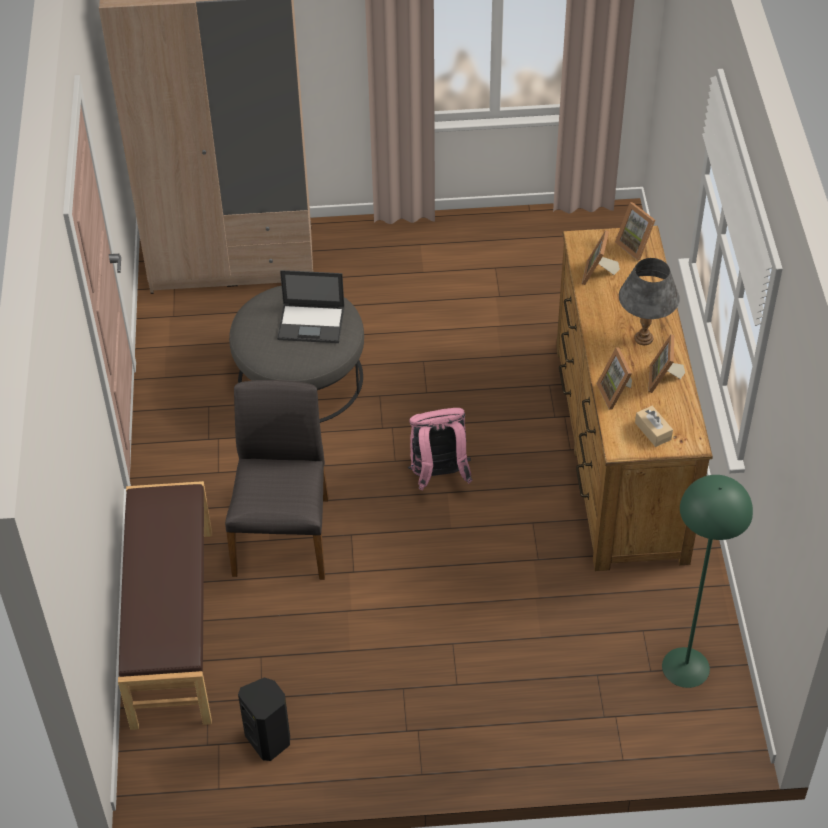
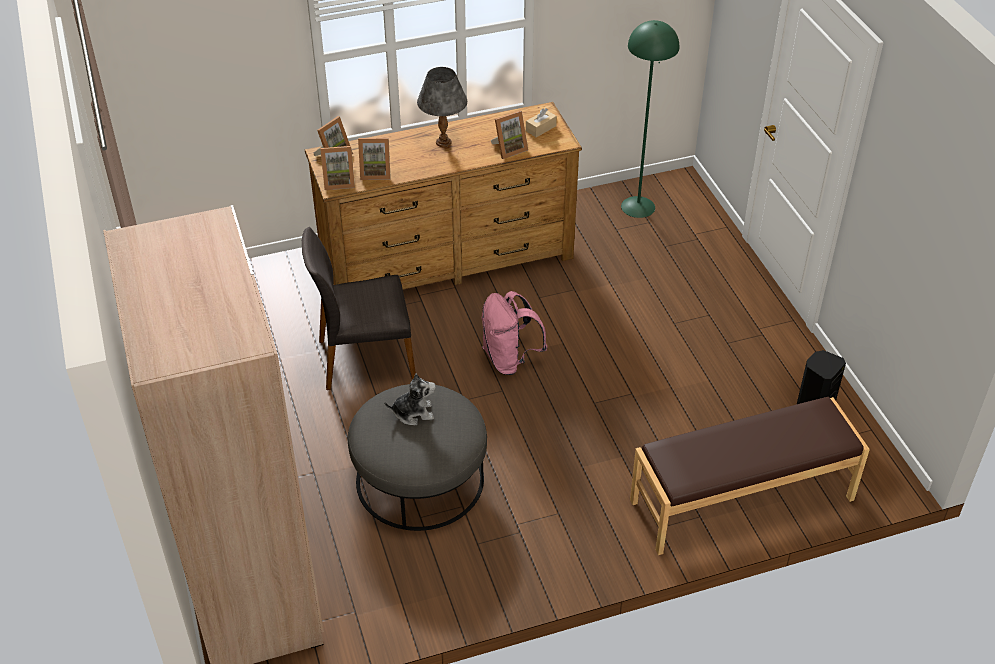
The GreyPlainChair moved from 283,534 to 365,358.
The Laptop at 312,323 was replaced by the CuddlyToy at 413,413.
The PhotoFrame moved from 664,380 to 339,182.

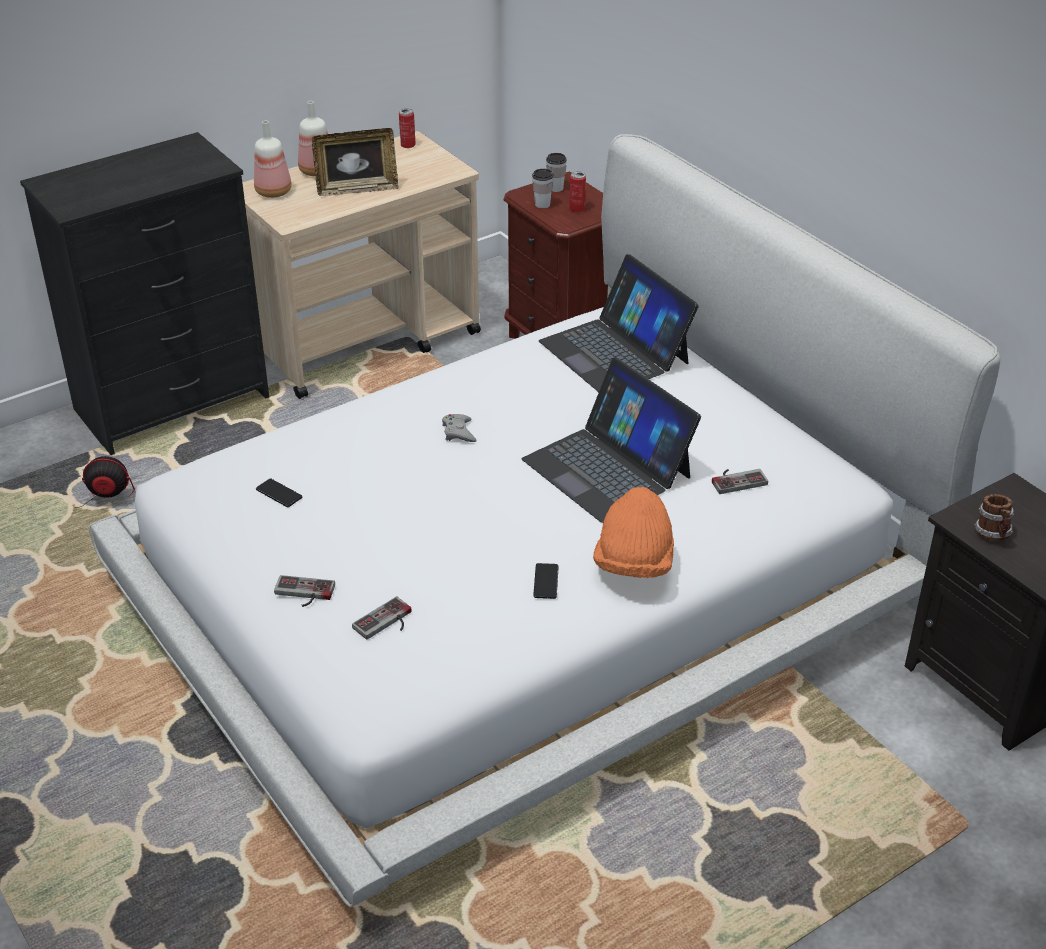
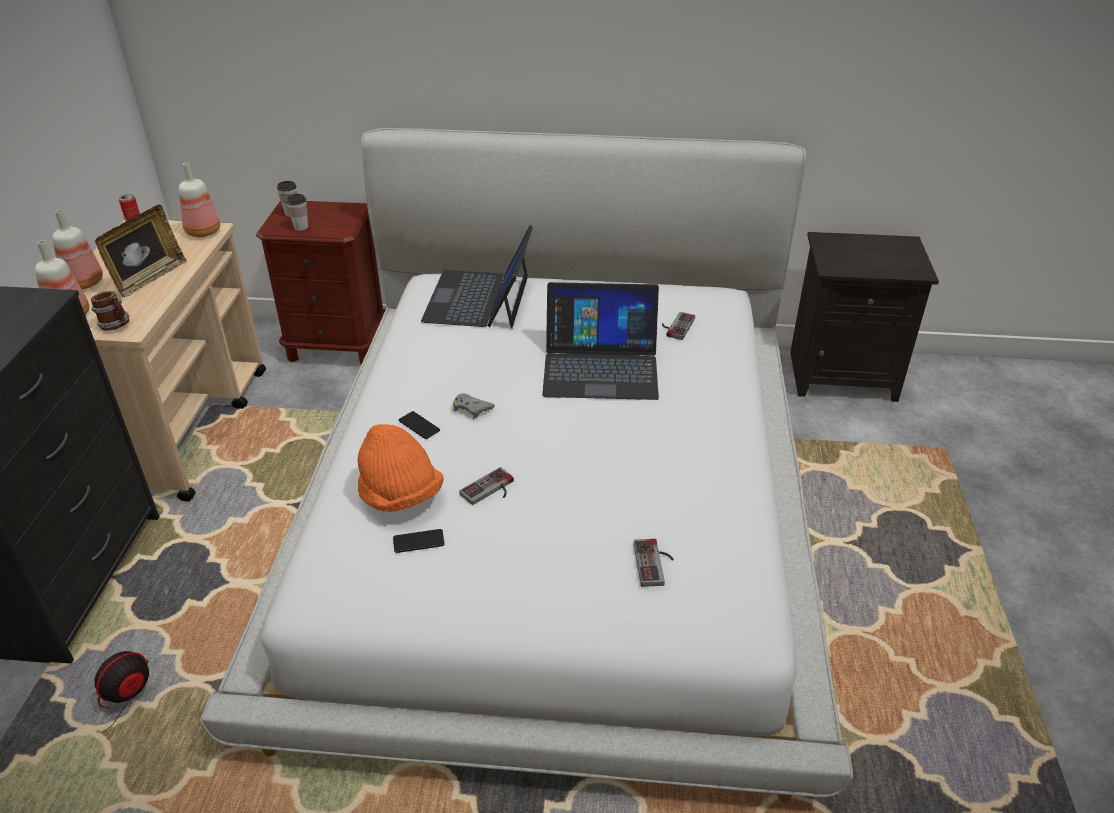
The GameController moved from 303,594 to 490,491.
The Handset moved from 546,581 to 419,425.
The Laptop at 615,352 turned 90 degrees clockwise.
The MetalCan at 577,209 disappeared.
The OrangeColouredClothingHat moved from 634,564 to 400,495.
The TeaMug moved from 993,535 to 116,326.
The DrinkBottle at 202,232 appeared.

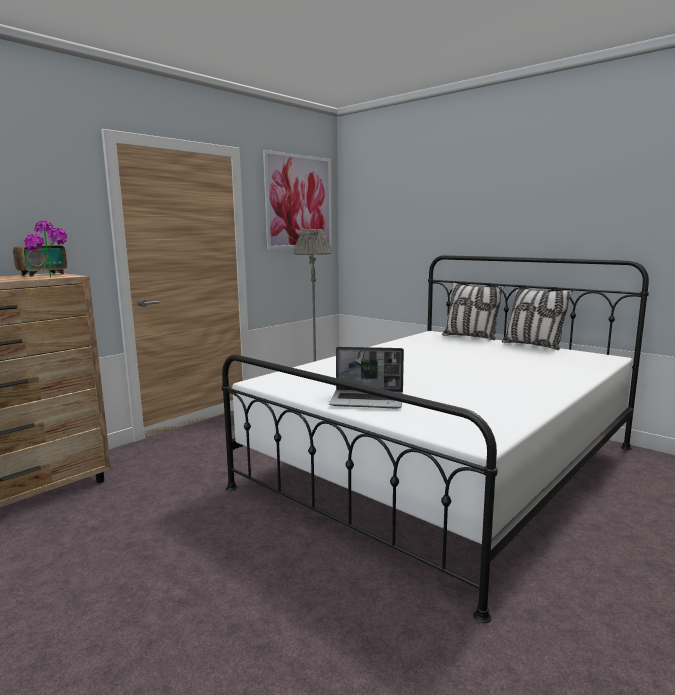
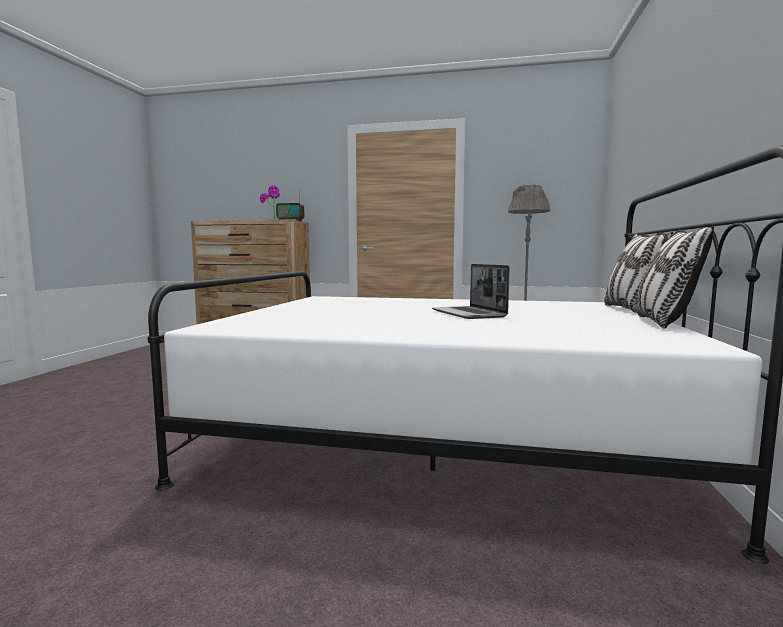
The Picture at 299,202 disappeared.
The Laptop moved from 368,400 to 469,314.

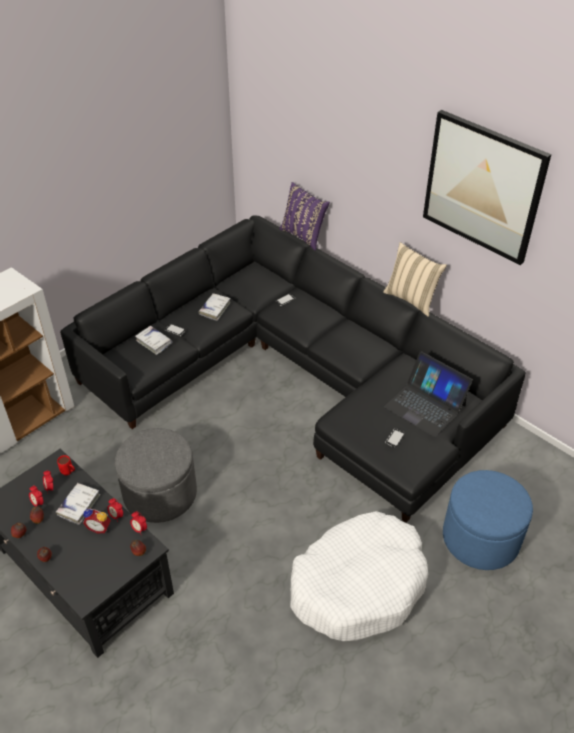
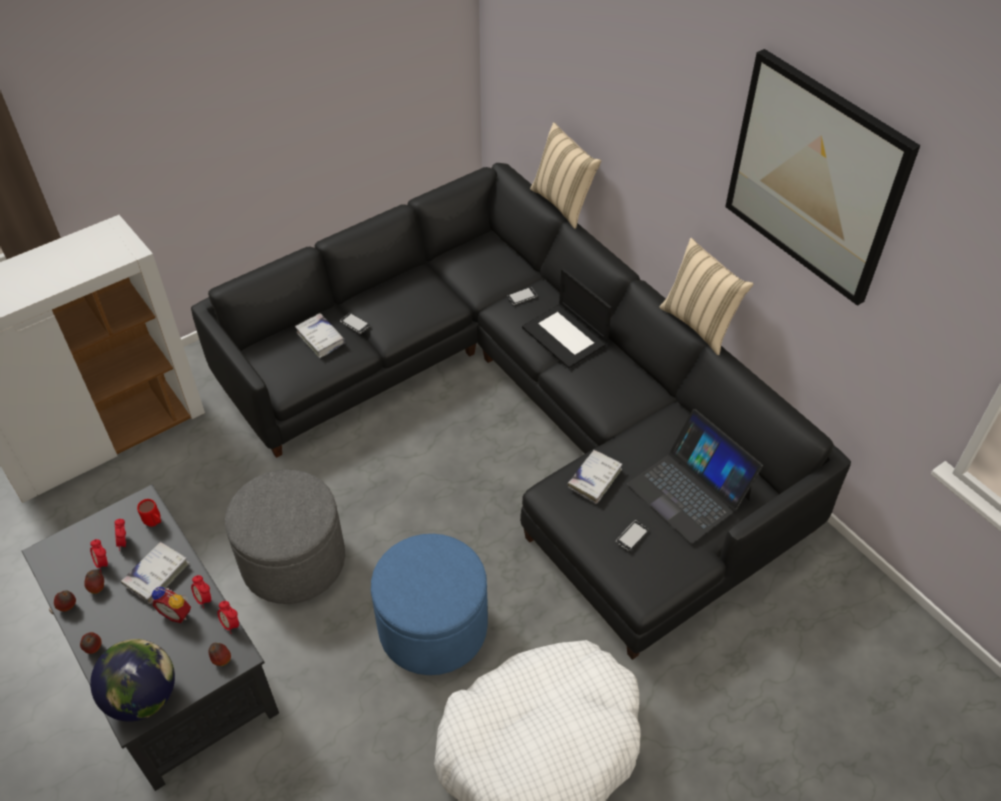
The WhitishBook moved from 215,309 to 594,479.
The PurpleColouredPillow at 304,236 became the SandColouredPillow at 563,203.
The BluishPouffe moved from 480,538 to 433,627.
The Globe at 143,696 appeared.
The Laptop at 566,336 appeared.

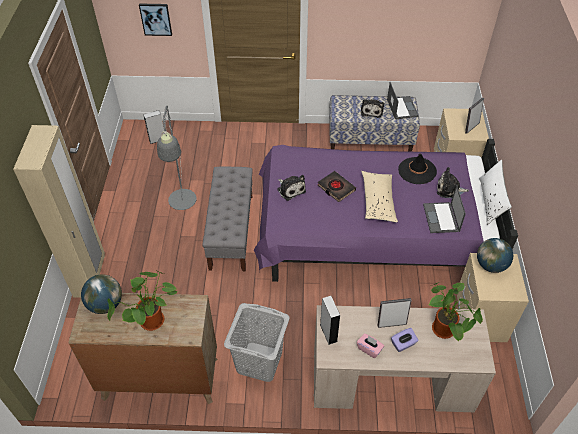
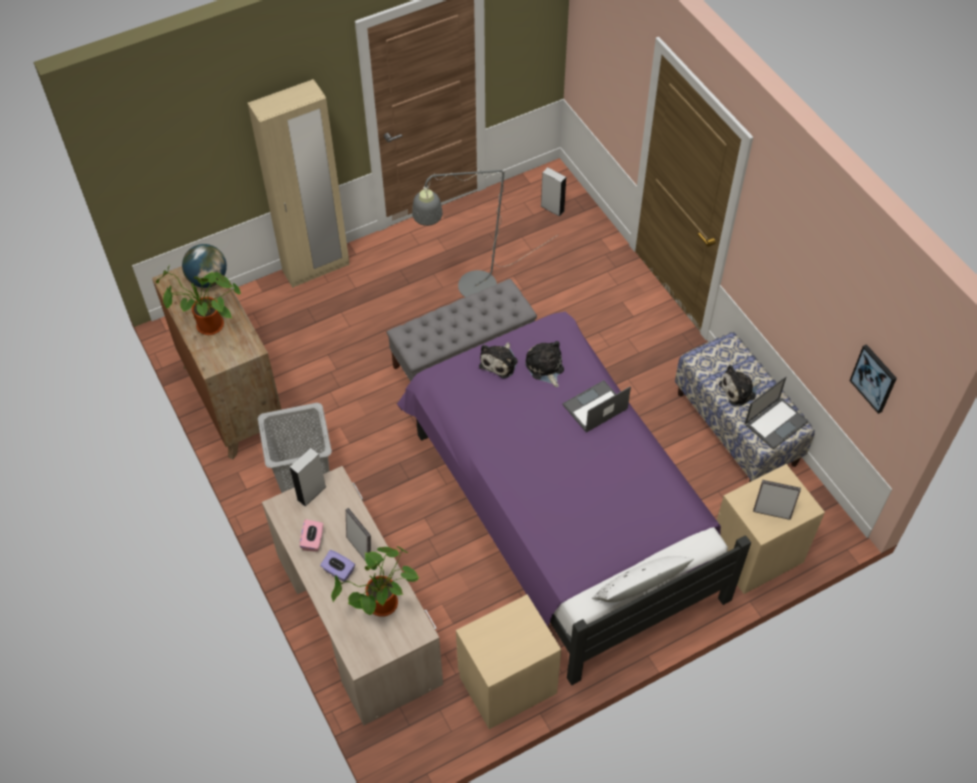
The Picture moved from 156,19 to 874,378.
The BlackBook at 336,188 disappeared.
The SandColouredPillow at 378,201 disappeared.
The BlackClothingHat at 417,171 disappeared.
The Laptop moved from 441,218 to 594,407.
The CuddlyToy moved from 449,189 to 545,368.
The Globe at 491,265 disappeared.

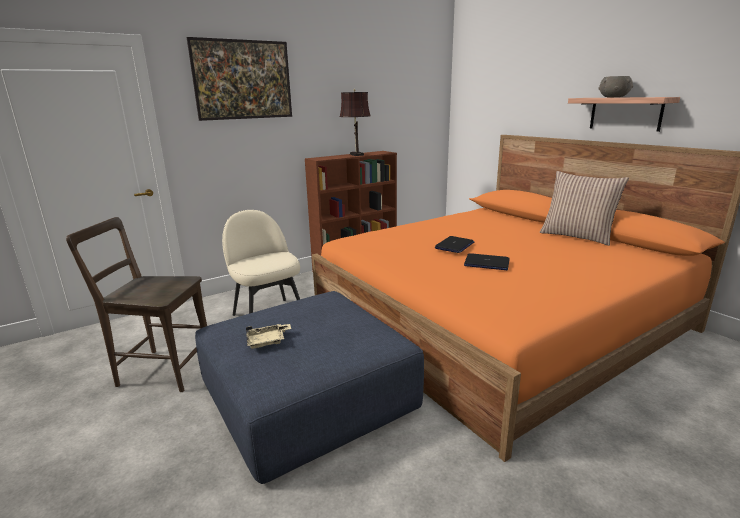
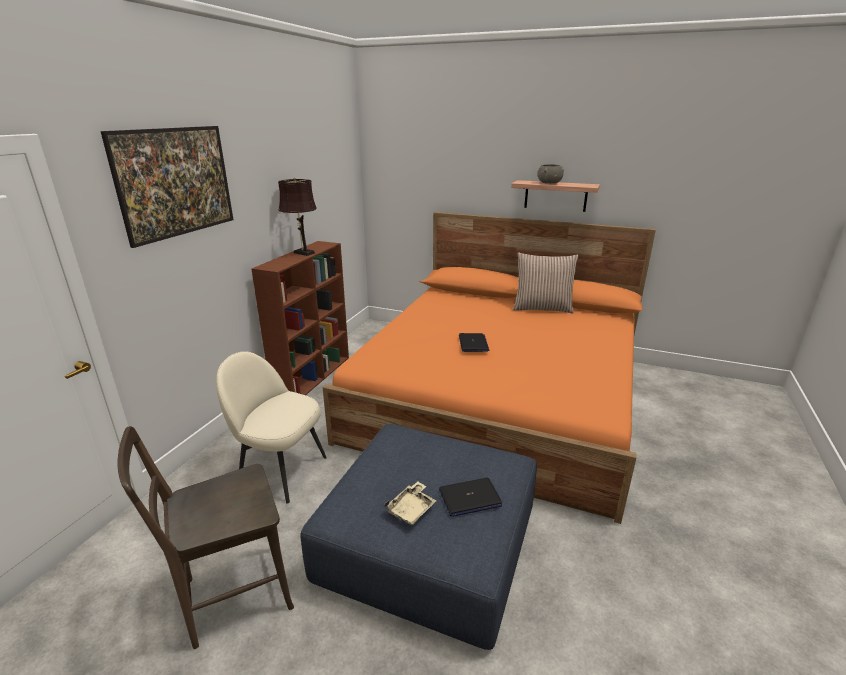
The Laptop moved from 486,263 to 469,498.

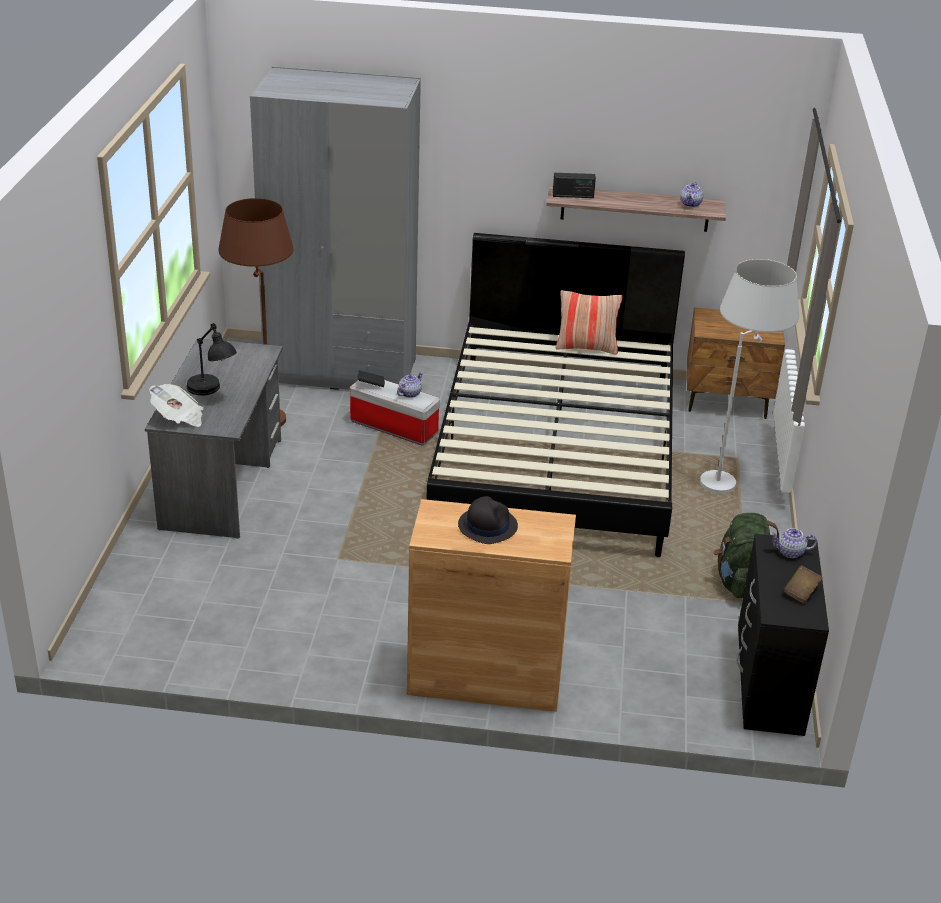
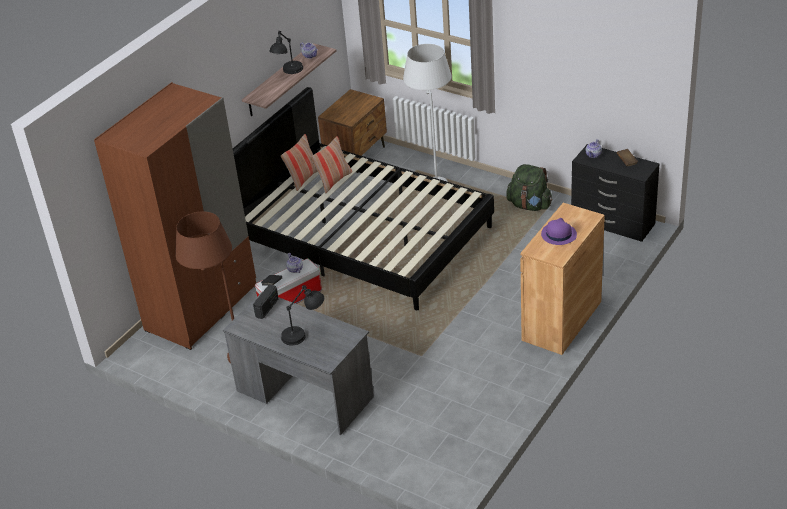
The DailyPaper at 178,418 disappeared.
The GreyWardrobe at 341,371 became the BrownColouredWardrobe at 202,308.
The BlackClothingHat at 487,525 became the PurpleColouredClothingHat at 558,234.
The RadioSet moved from 573,195 to 267,308.
The BlackTableLamp at 288,73 appeared.
The Pillow at 334,181 appeared.

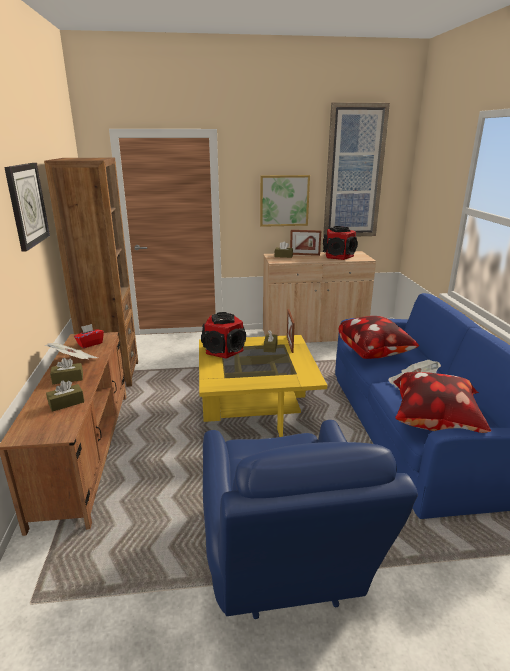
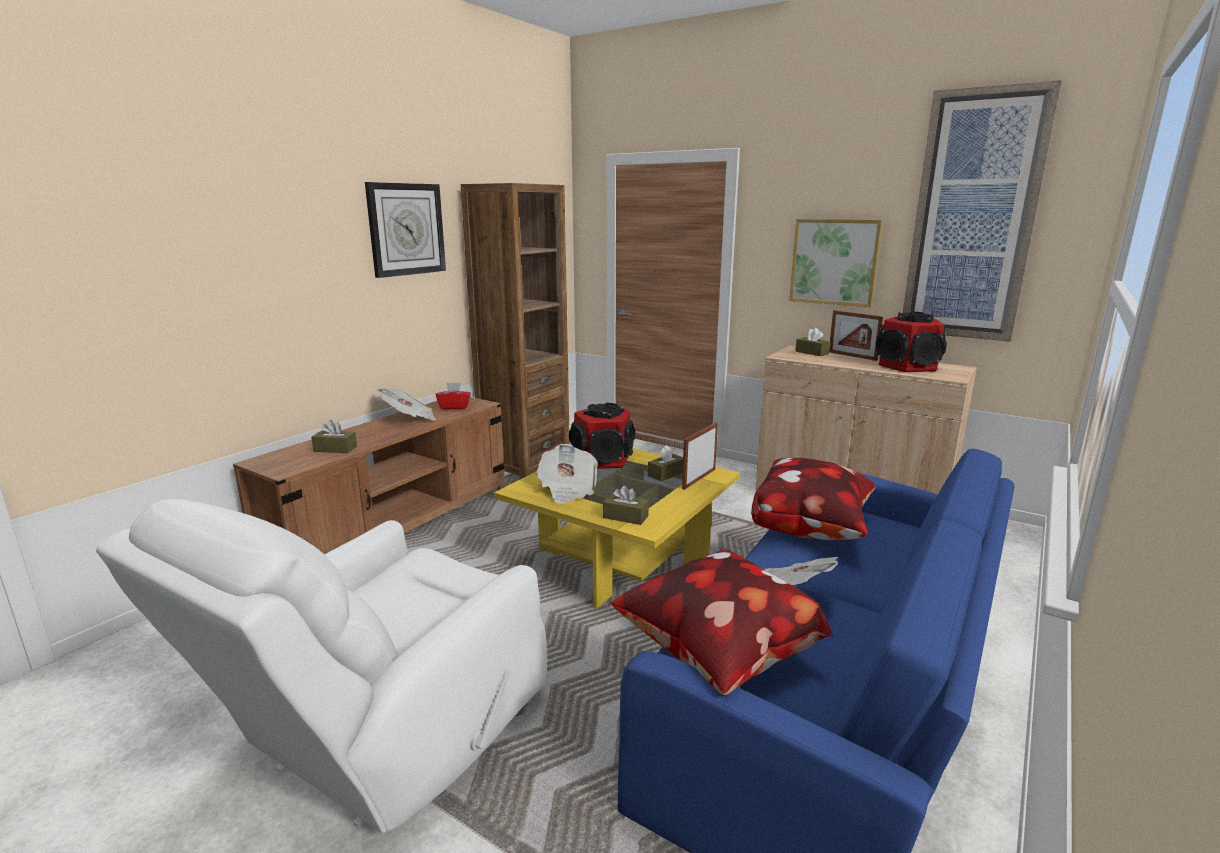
The BrownColouredTissueBox moved from 68,379 to 625,517.
The BluishLoungeChair at 284,564 became the WhitishLoungeChair at 383,741.
The DailyPaper at 567,490 appeared.

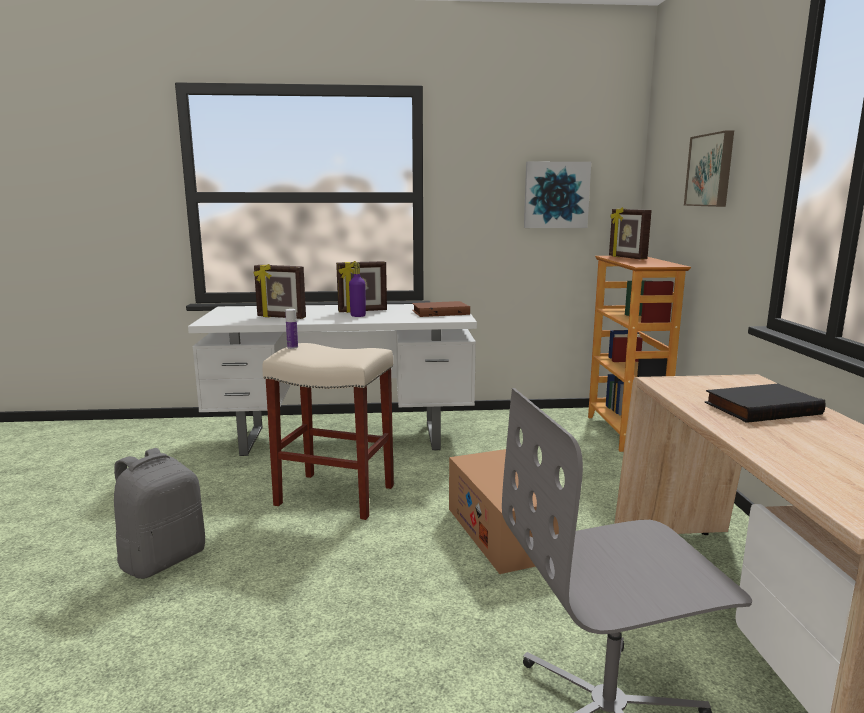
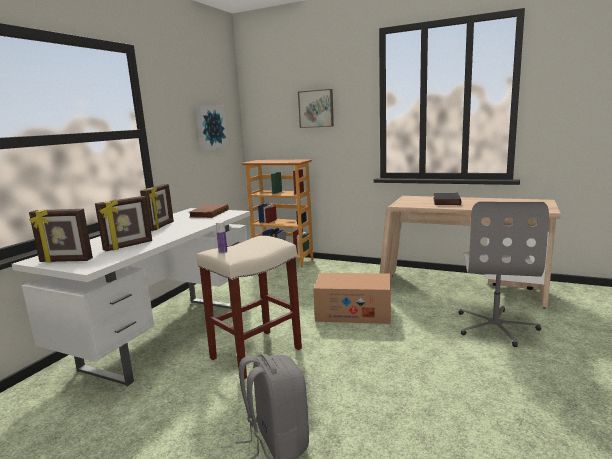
The PurpleColouredDrinkBottle at 358,316 disappeared.
The PhotoFrame moved from 626,258 to 65,261.

